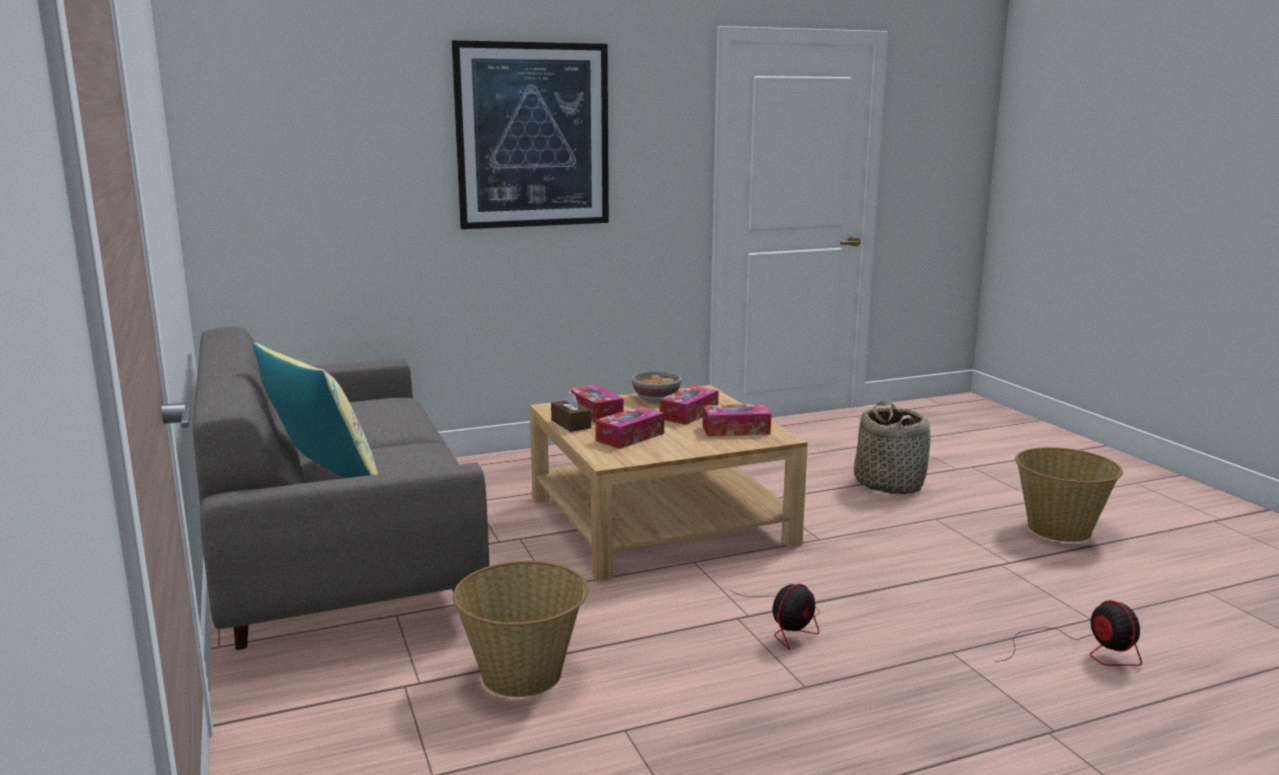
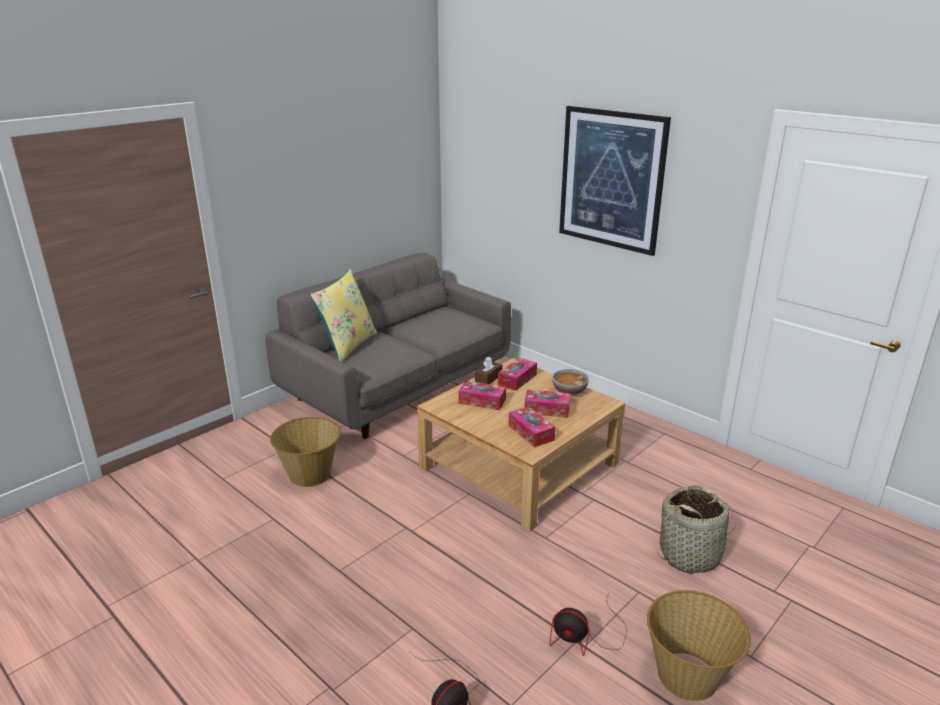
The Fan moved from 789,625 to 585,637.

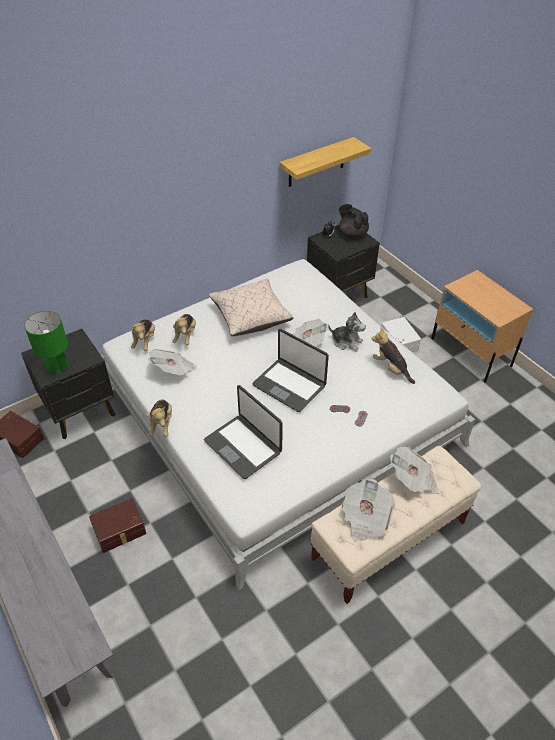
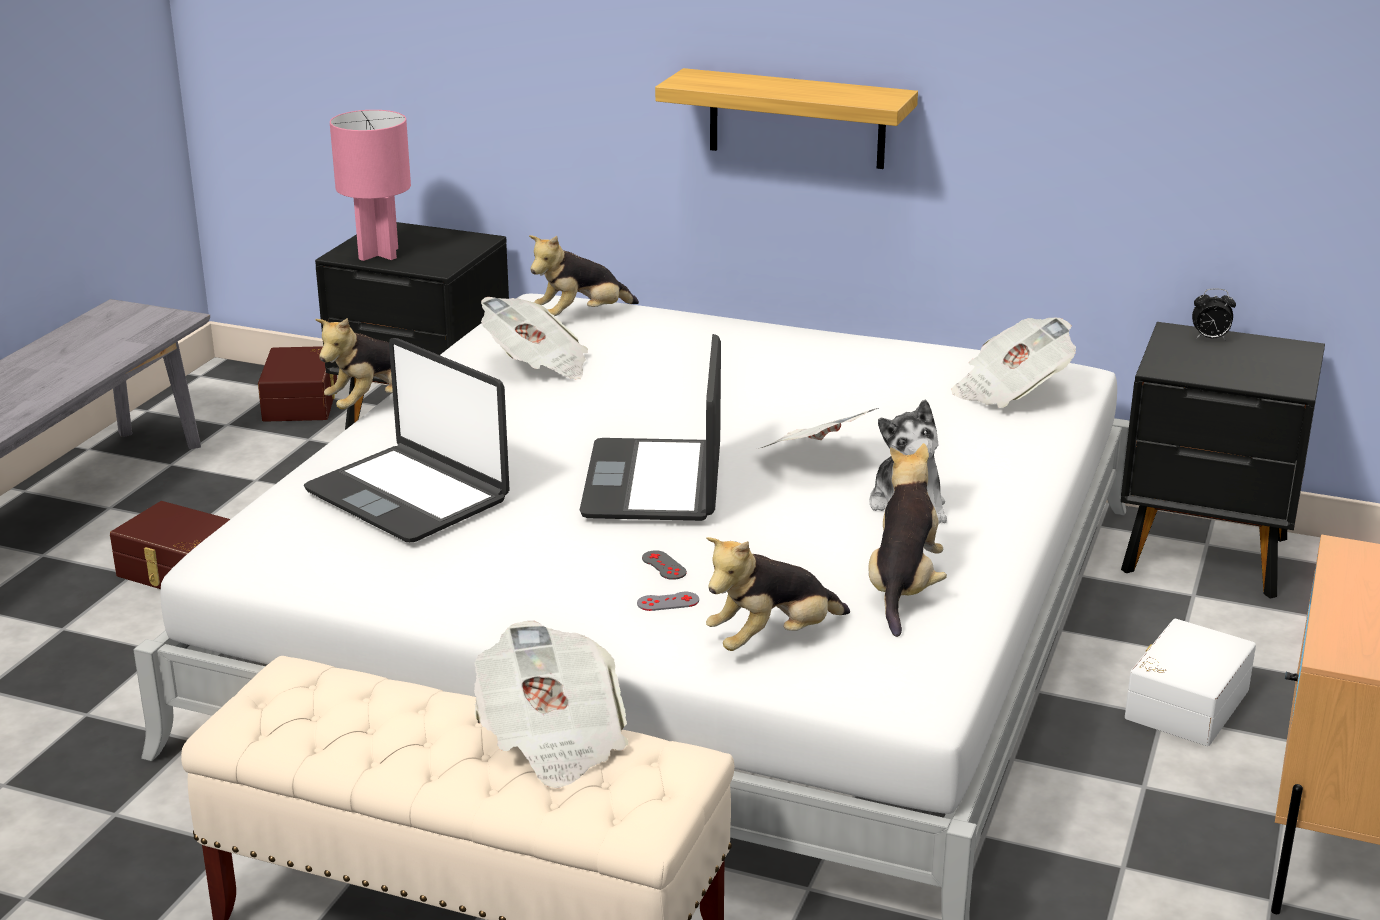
The GreenTableLamp at 58,368 became the PinkColouredTableLamp at 379,254.
The CuddlyToy moved from 185,336 to 772,640.
The Laptop at 243,446 turned 60 degrees counterclockwise.
The SandColouredPillow at 250,316 disappeared.
The WallShelf moved from 316,163 to 797,119.
The BlackPotForTea at 352,234 disappeared.
The DailyPaper moved from 365,519 to 1010,391.

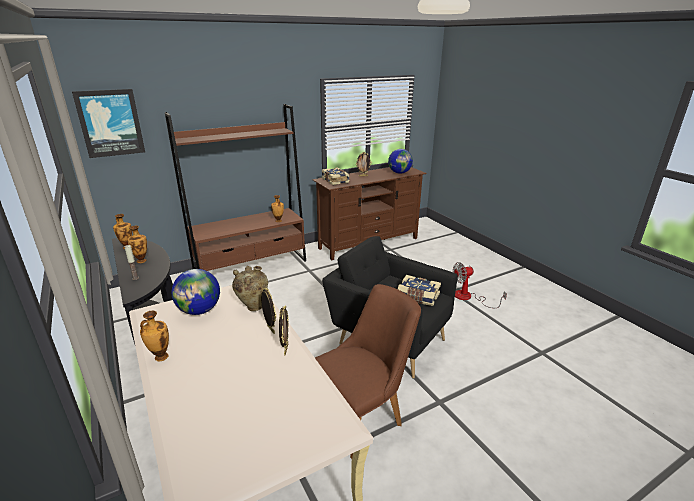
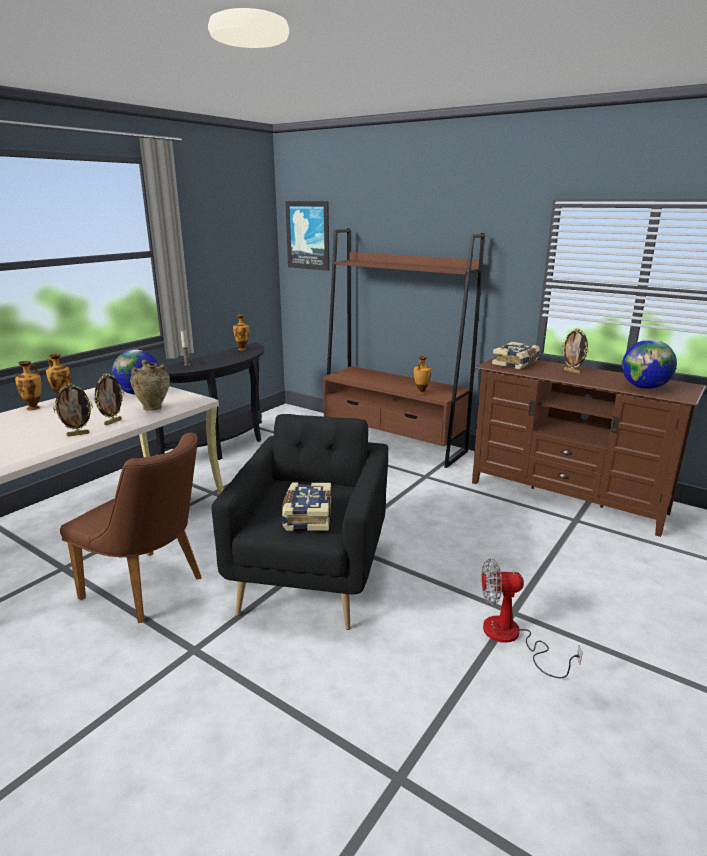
The FlowerVase moved from 141,260 to 34,408.
The Fan at 468,297 turned 45 degrees counterclockwise.

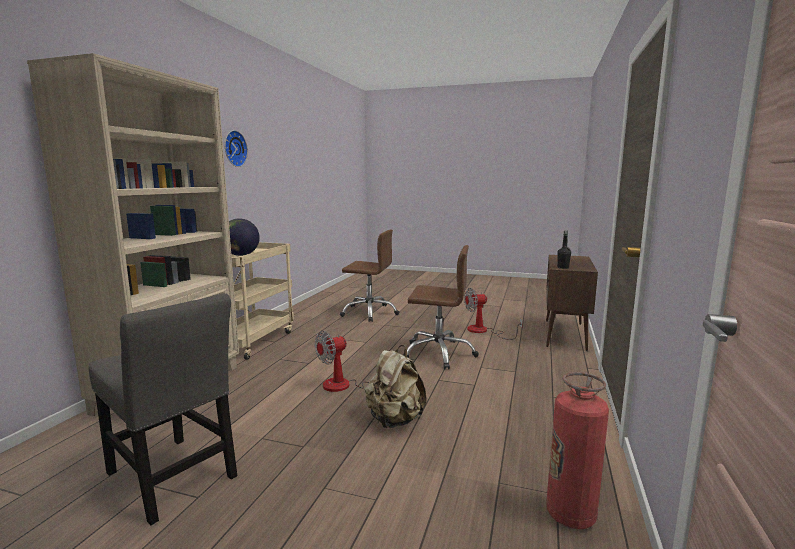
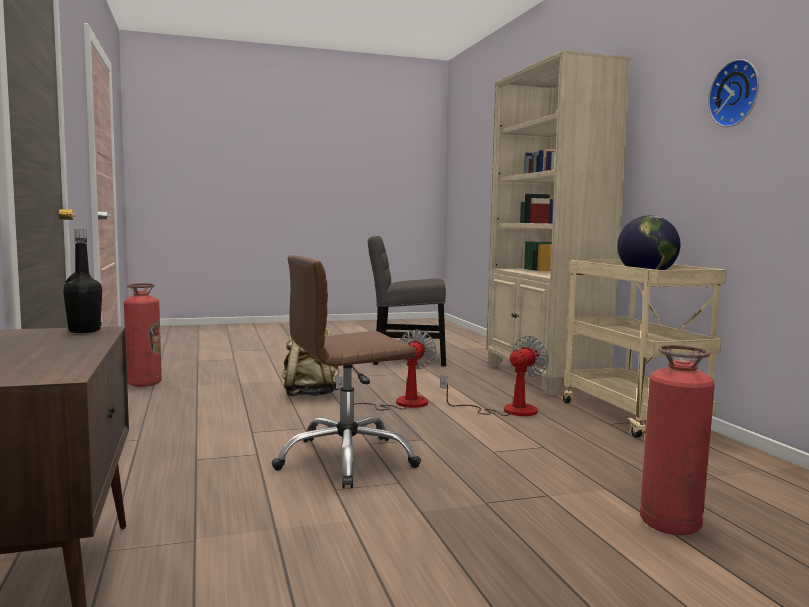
The BrownColouredOfficeChair at 369,312 was replaced by the FireFightingCylinder at 670,525.
The Fan moved from 484,331 to 507,410.

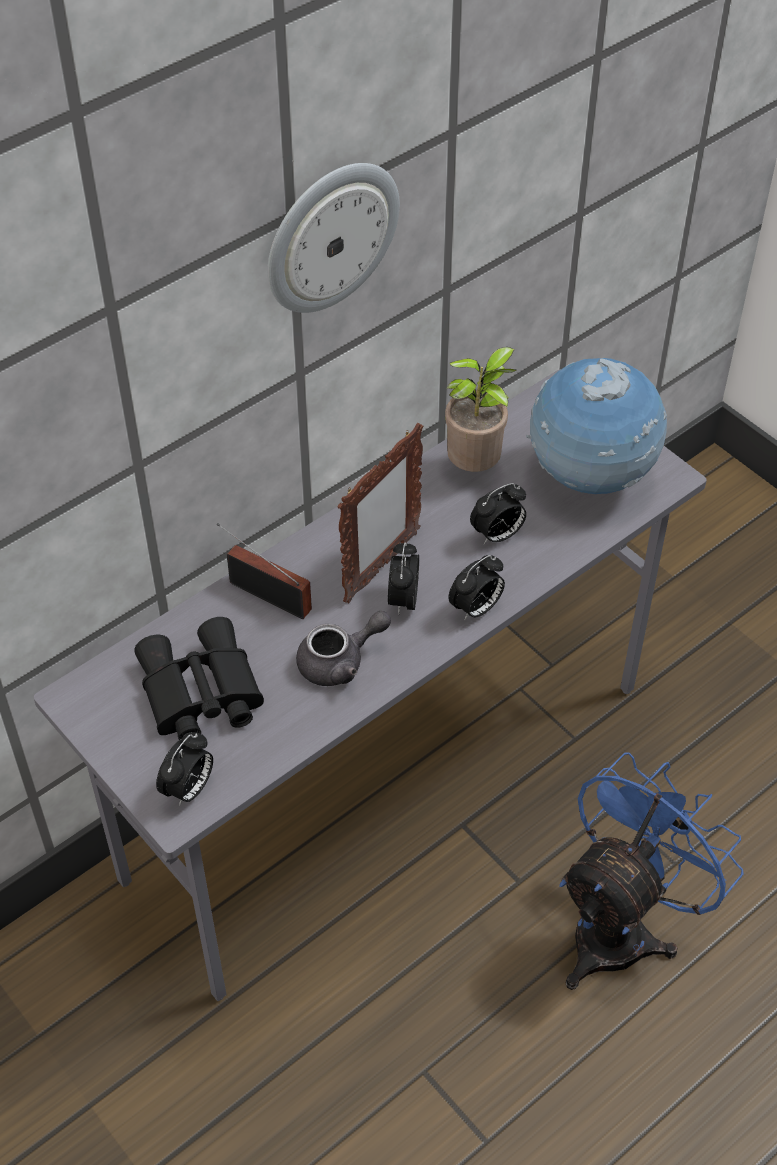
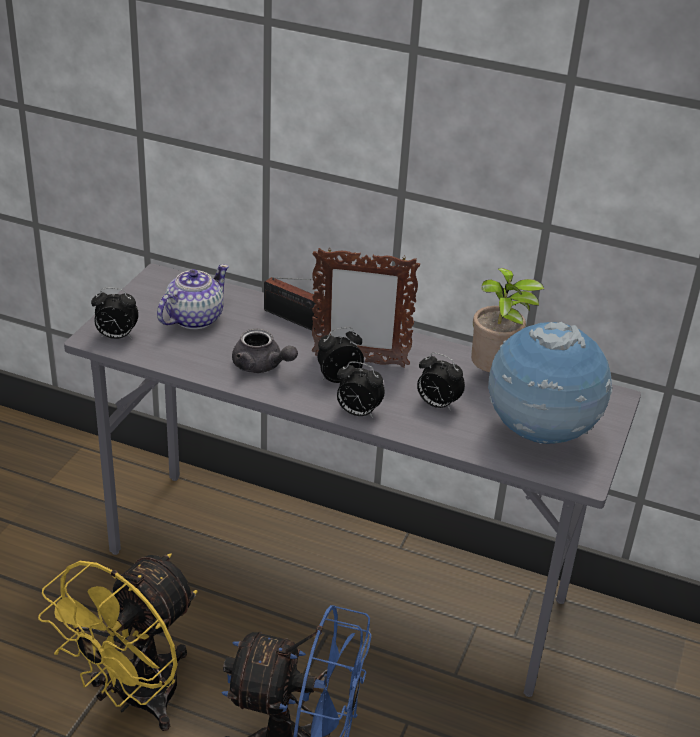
The BlackPairOfBinoculars at 198,694 was replaced by the PotForTea at 193,319.
The RadioSet at 266,593 turned 120 degrees clockwise.
The WallClock at 330,236 disappeared.
The YellowishFan at 135,699 appeared.

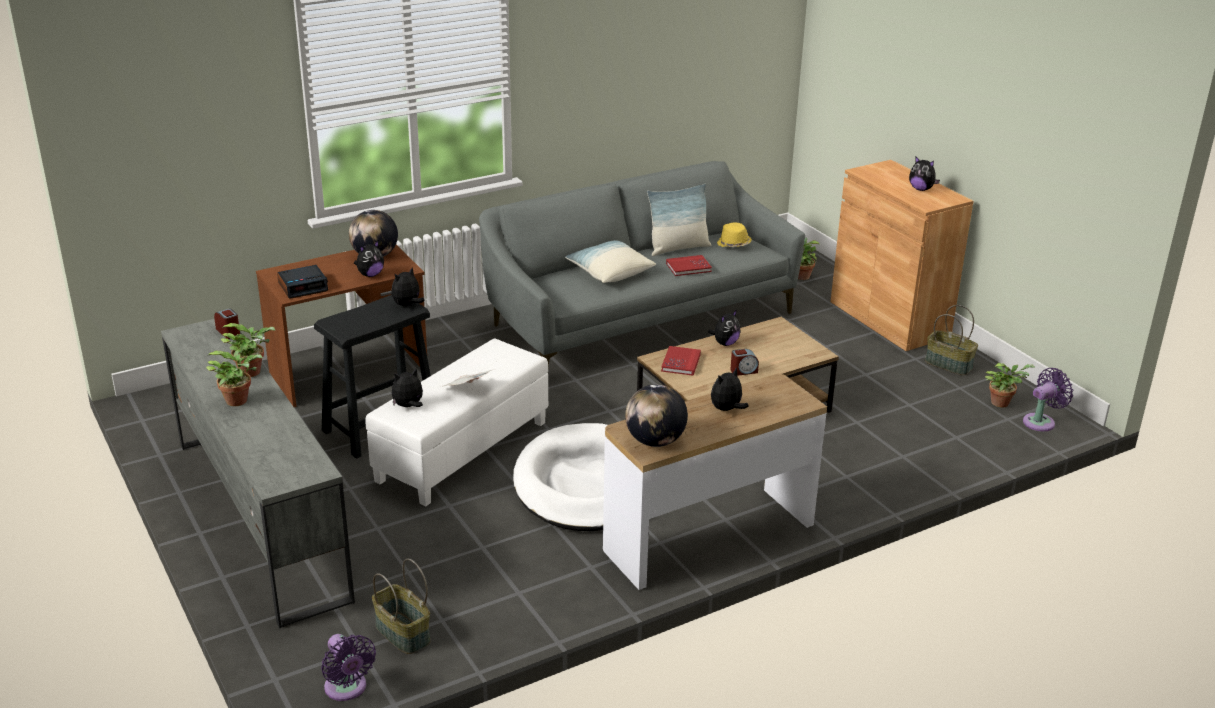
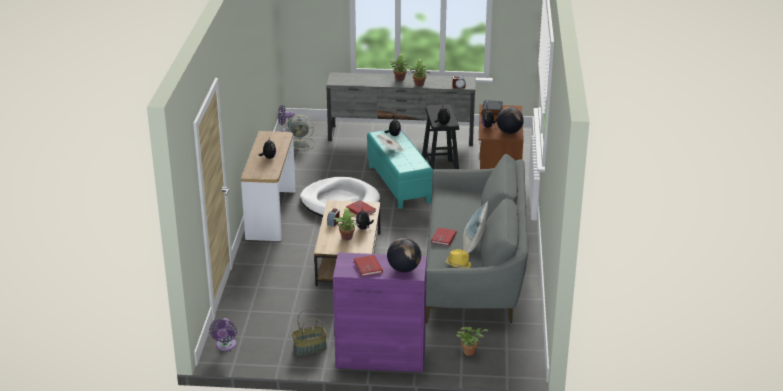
The WhitishPouffe at 463,452 became the BlueGreenPouffe at 398,184.
The StorageBasket at 401,633 was replaced by the GreyFan at 301,144.
The Pillow at 609,272 disappeared.
The Globe moved from 655,441 to 404,269.
The BrownColouredStorageCabinet at 889,319 became the PurpleColouredStorageCabinet at 380,356.
The CuddlyToy at 921,189 was replaced by the RedColouredBook at 368,267.
The Houseplant moved from 1002,402 to 346,238.

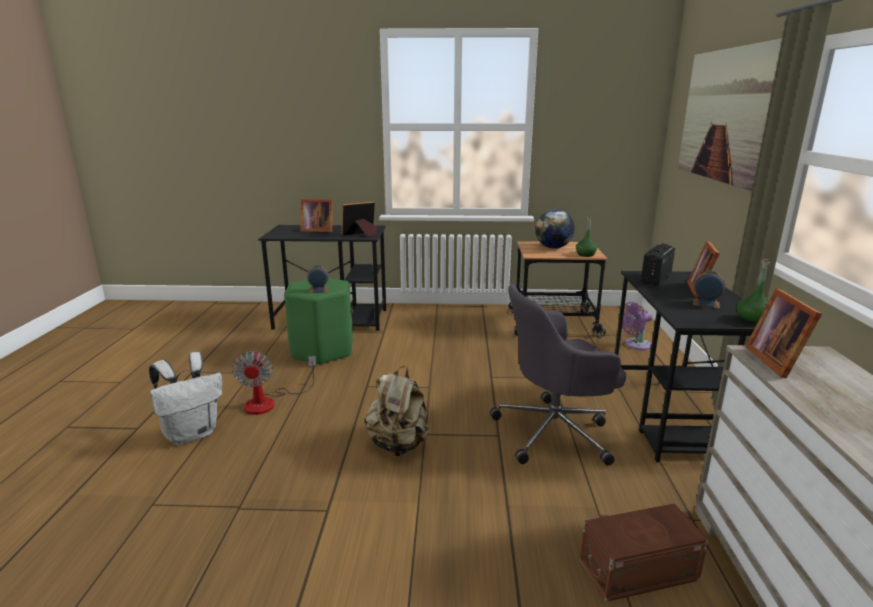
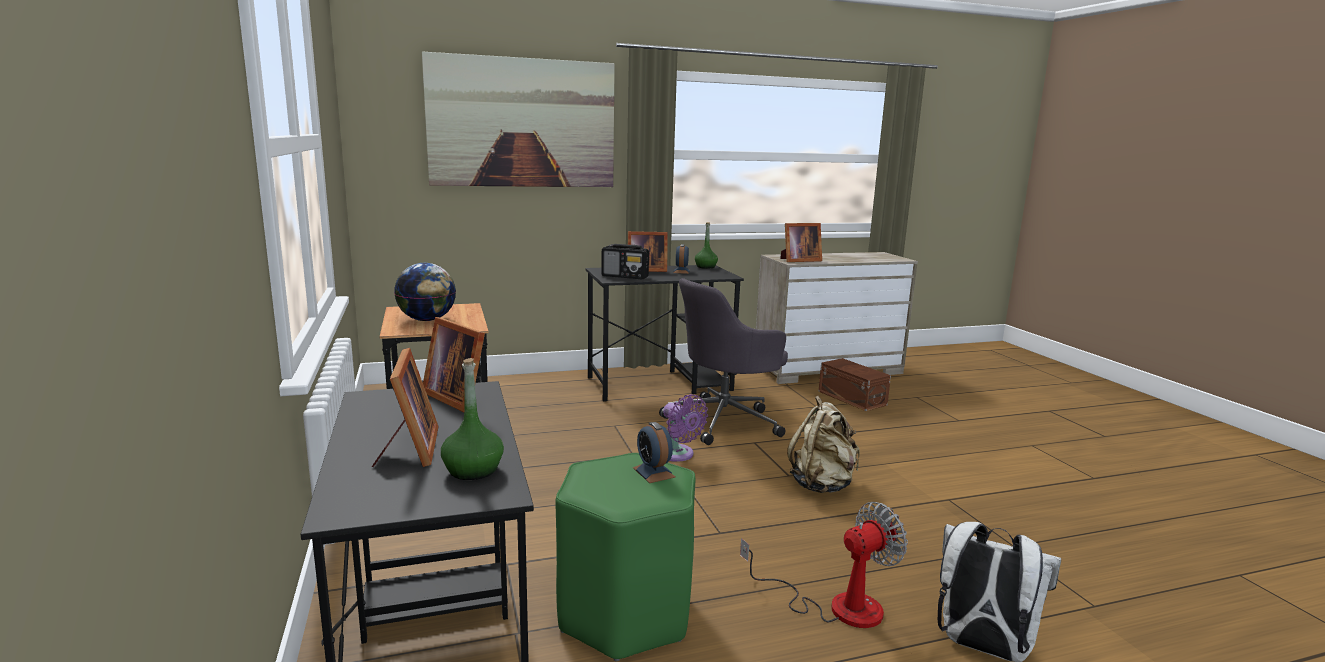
The GreyOfficeChair at 555,432 turned 90 degrees clockwise.
The GreenDrinkBottle moved from 585,254 to 473,470.
The PurpleColouredFan moved from 635,345 to 678,455.

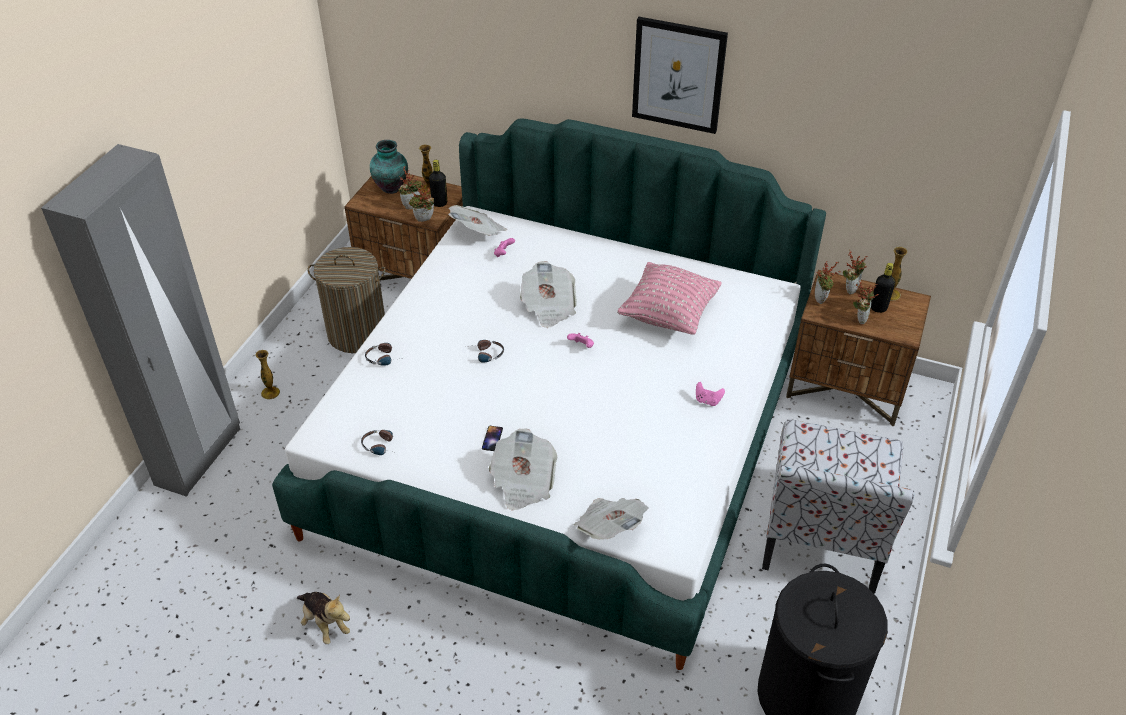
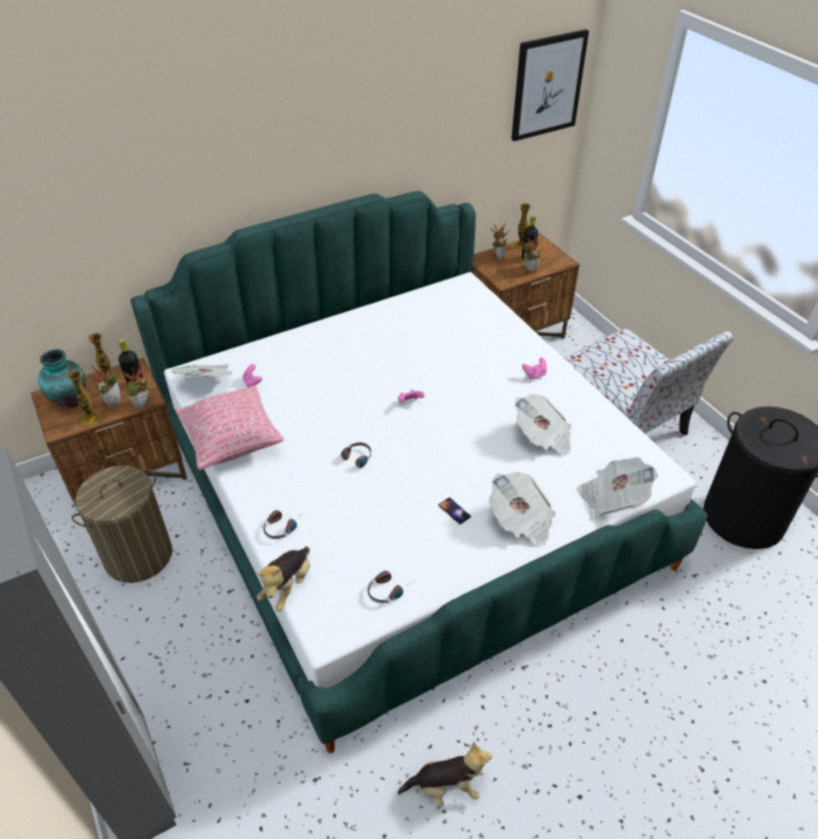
The FlowerVase moved from 270,393 to 91,419.
The DailyPaper moved from 549,307 to 542,437.
The PinkColouredPillow moved from 668,315 to 232,443.
The Picture moved from 678,75 to 547,85.
The Houseplant at 821,299 disappeared.
The CuddlyToy at 287,586 appeared.

